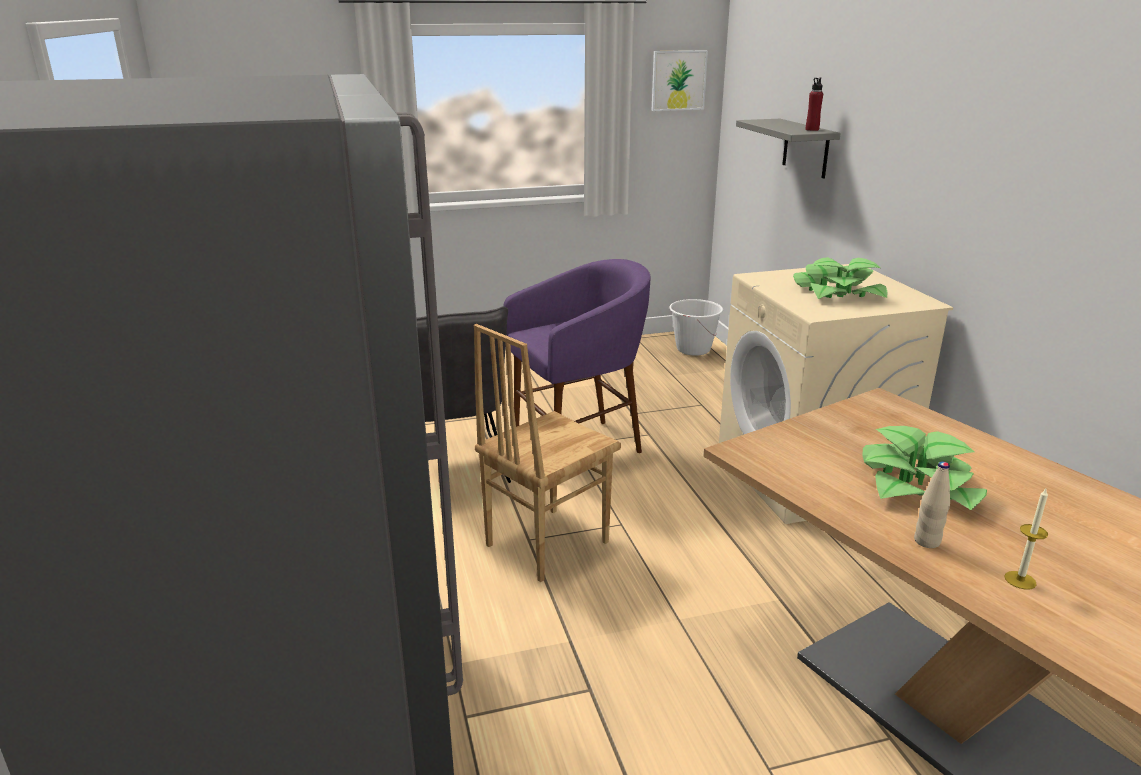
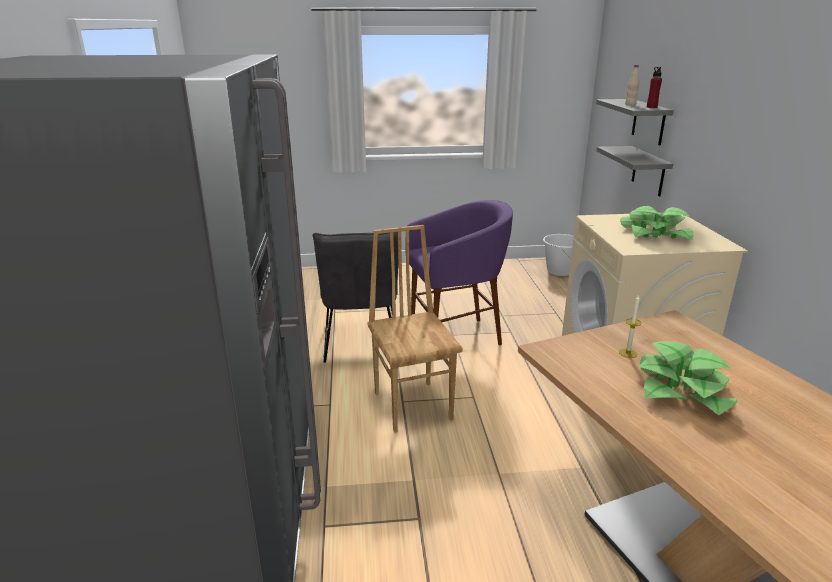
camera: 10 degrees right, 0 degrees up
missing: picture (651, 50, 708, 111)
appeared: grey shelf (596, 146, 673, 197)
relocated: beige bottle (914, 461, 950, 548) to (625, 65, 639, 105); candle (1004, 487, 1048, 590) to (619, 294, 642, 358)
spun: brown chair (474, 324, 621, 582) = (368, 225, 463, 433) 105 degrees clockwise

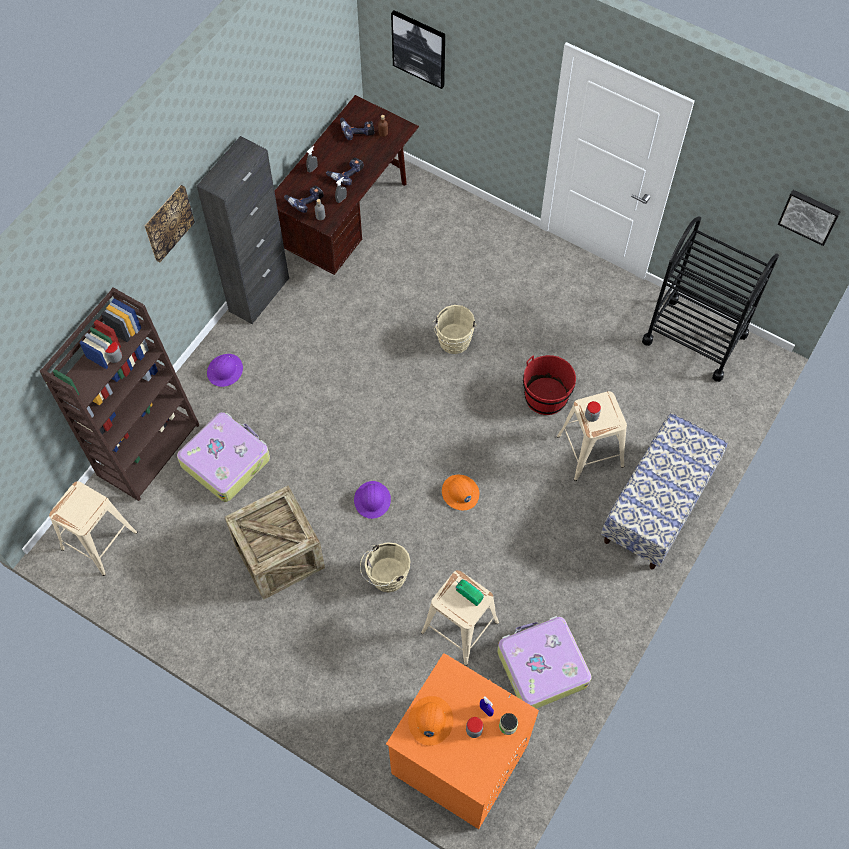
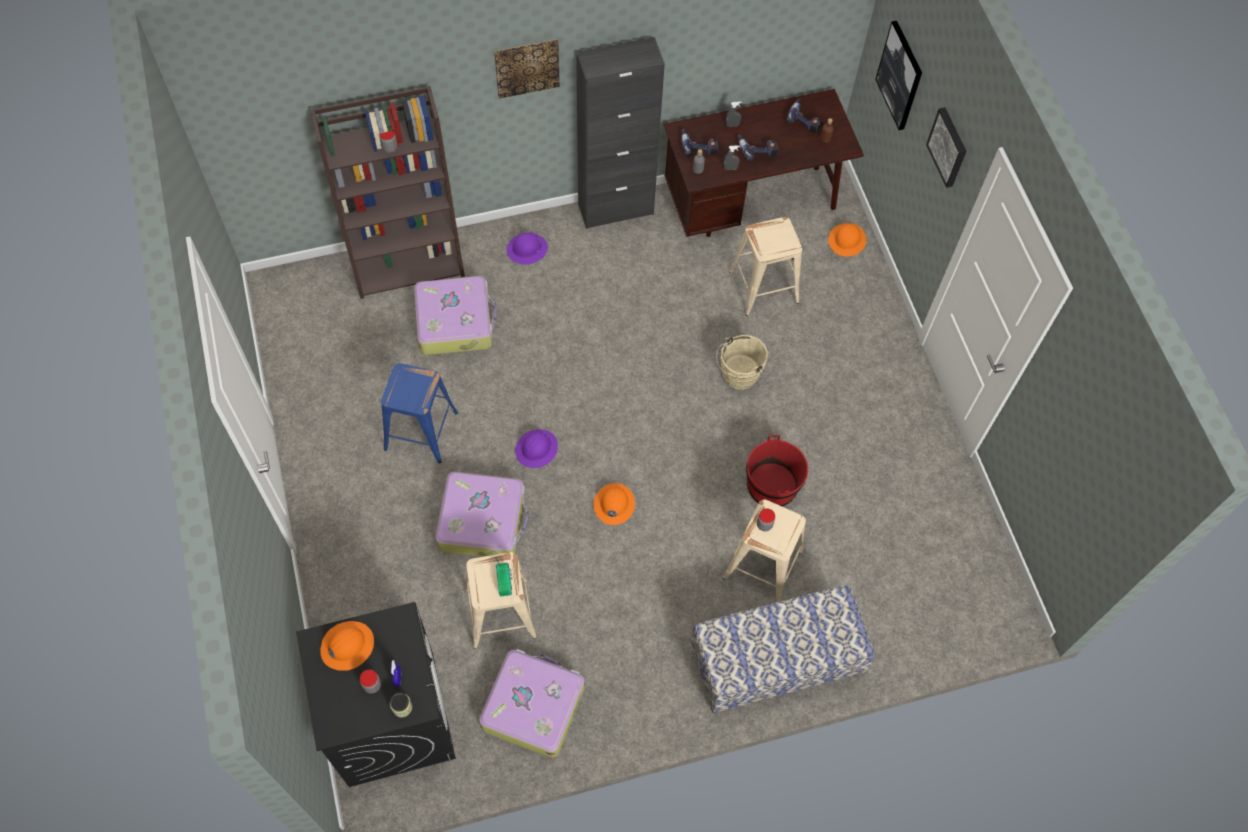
camera: 40 degrees right, 0 degrees up
missing: black cart (642, 216, 779, 382)
appeared: orange hard hat (828, 223, 866, 257)
relocated: beige stool (49, 481, 137, 576) to (729, 217, 802, 316); picture (778, 190, 840, 246) to (926, 107, 966, 188)
exchanged: crate (225, 486, 325, 600) to blue stool (381, 363, 458, 463); beige bucket (360, 542, 411, 593) to suitcase (436, 472, 530, 557)
colour: orange washing machine (386, 653, 539, 829) to black washing machine (296, 602, 456, 787)

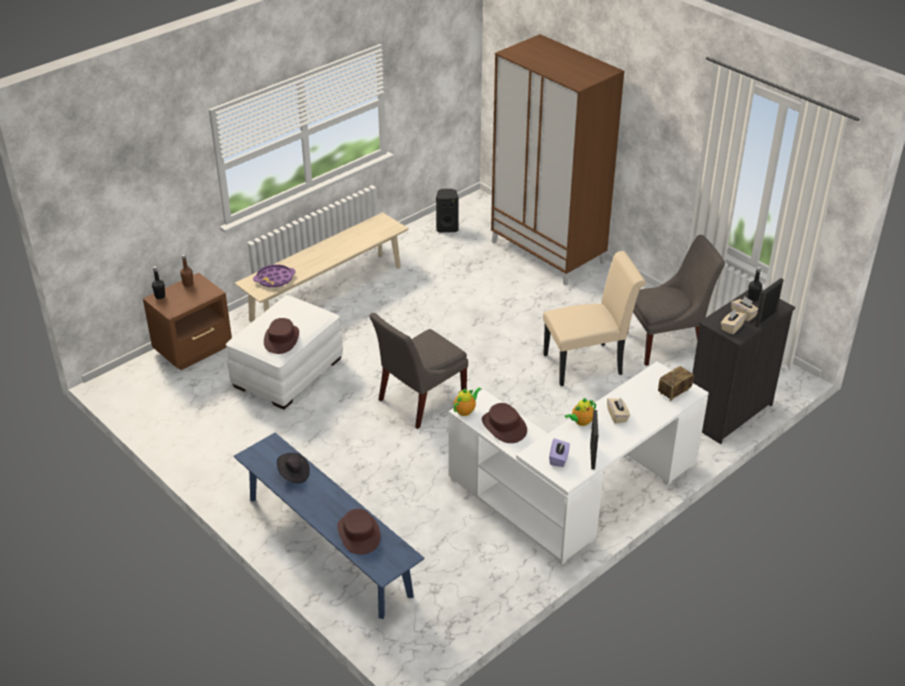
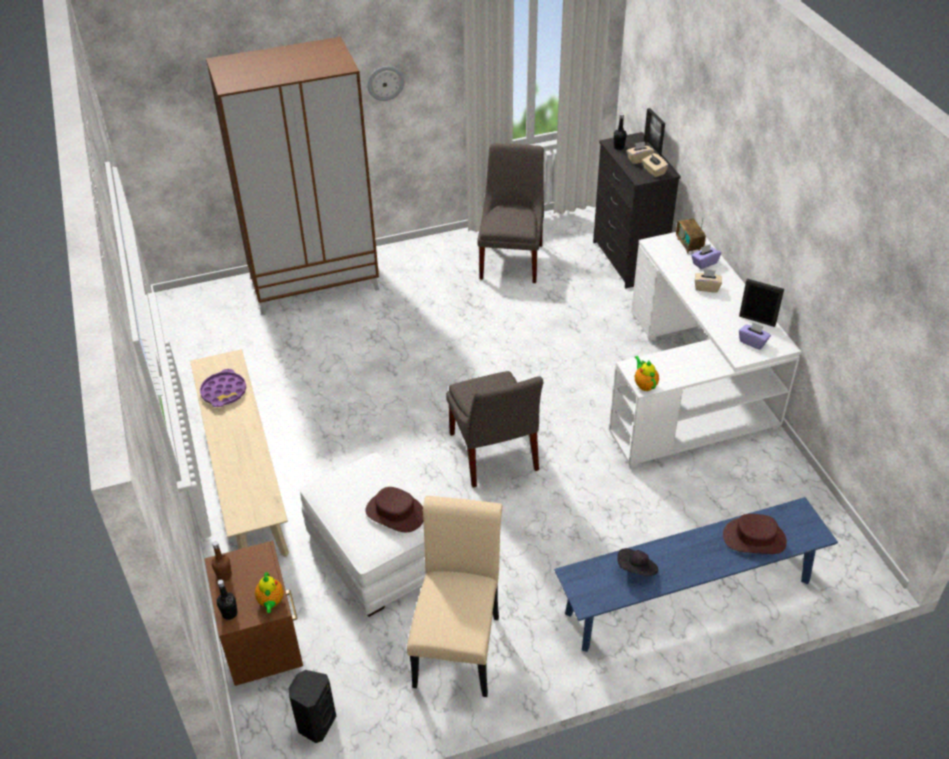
camera: 65 degrees left, 5 degrees up
missing: brown hat (482, 403, 527, 443)
appeared: wall clock (367, 66, 404, 101); purple tissue box (691, 244, 721, 269)
relocated: purple tray (253, 264, 296, 287) to (200, 369, 246, 407); black speaker (436, 189, 459, 232) to (288, 670, 336, 743); beige chair (543, 251, 646, 386) to (407, 496, 502, 697); teapot (565, 398, 596, 426) to (255, 571, 284, 613)

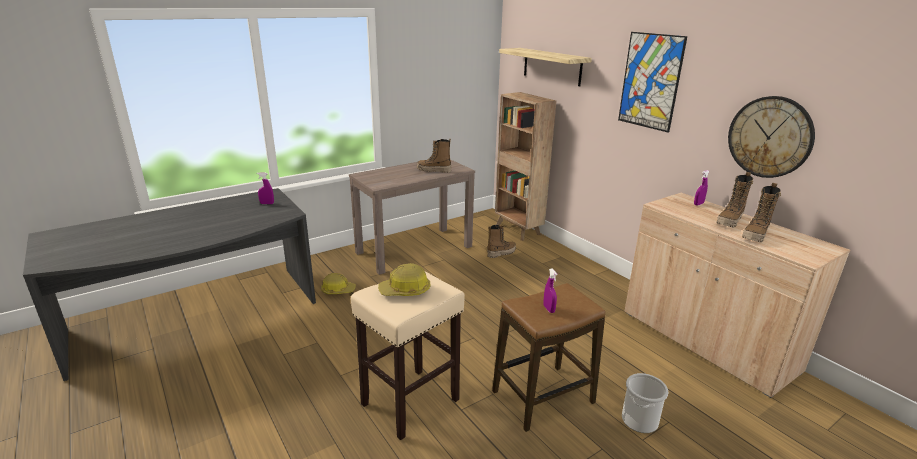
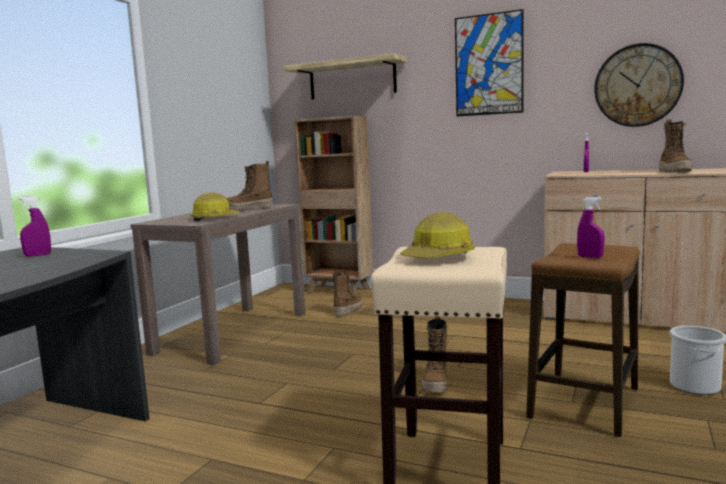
camera: 30 degrees left, 15 degrees down
relocated: hard hat (321, 273, 356, 294) to (190, 192, 241, 221); boot (717, 172, 753, 227) to (422, 317, 449, 392)

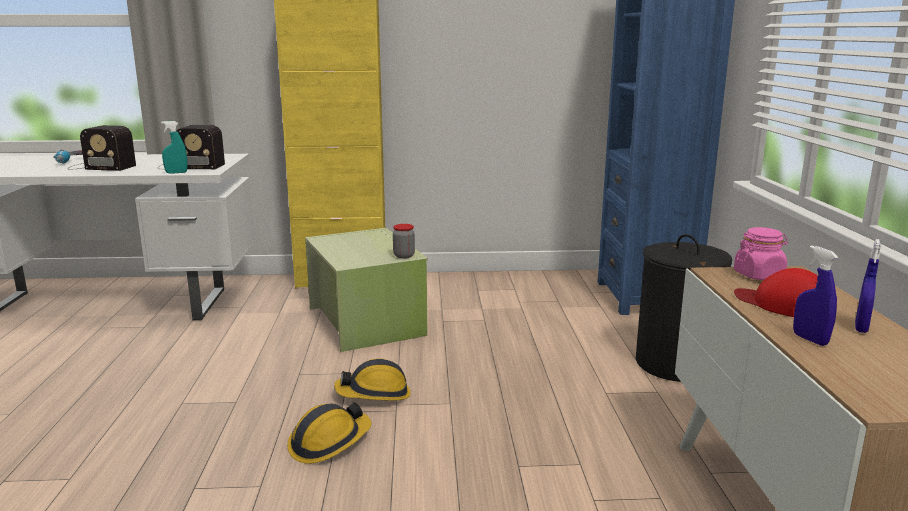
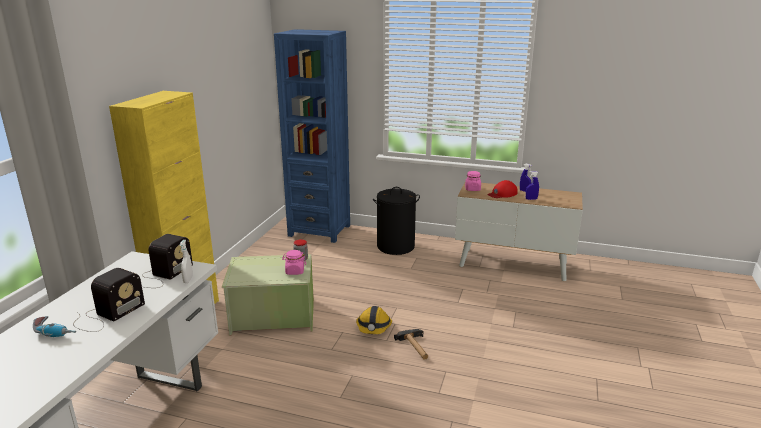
camera: 70 degrees left, 5 degrees up
appeared: pink jar (282, 250, 306, 275)
exchanged: hard hat (287, 402, 371, 464) to hammer (394, 329, 428, 360)
colour: turquoise spray bottle (161, 121, 188, 173) to white spray bottle (180, 240, 193, 283)

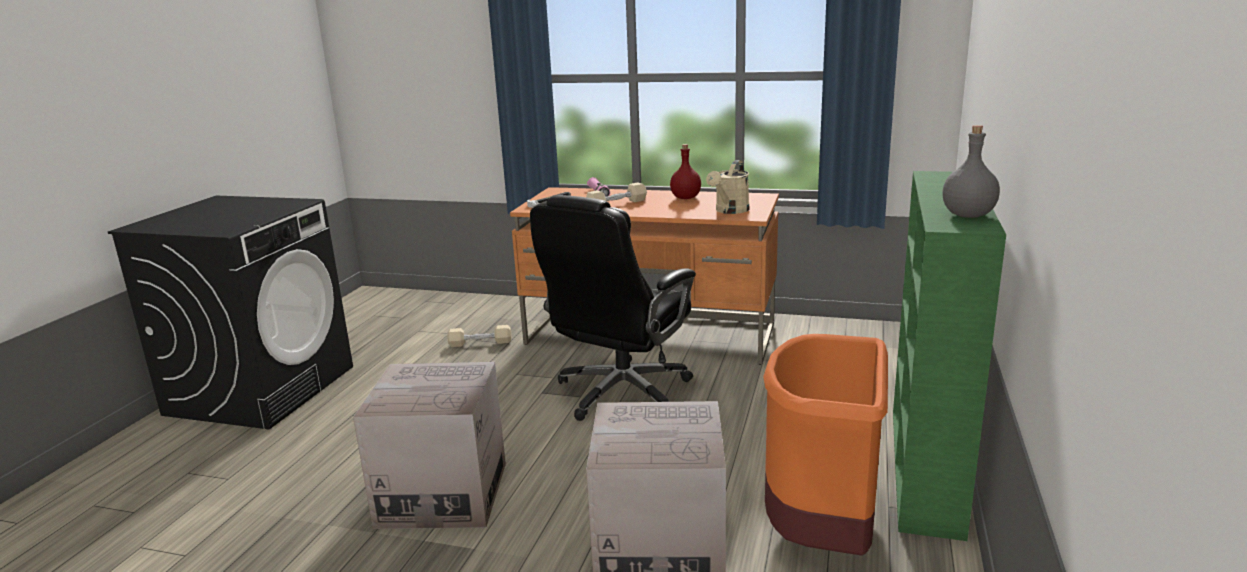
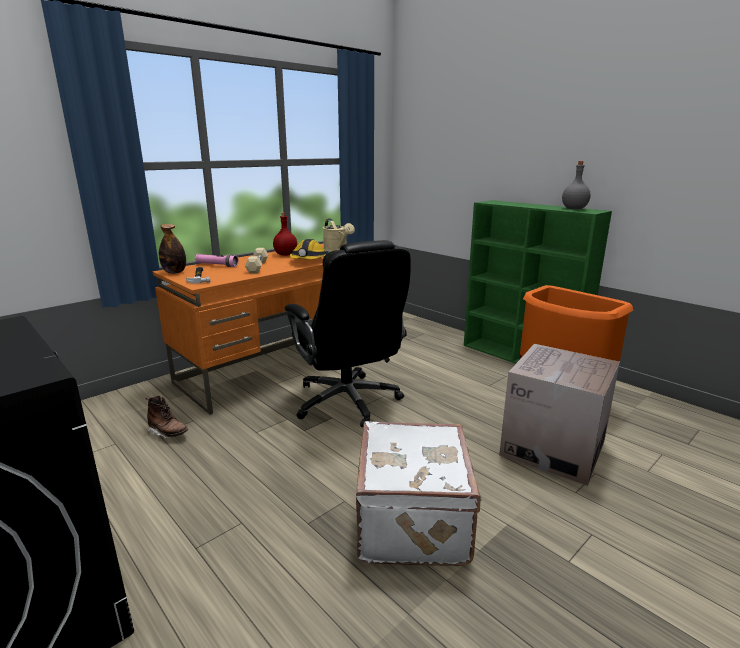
camera: 60 degrees left, 0 degrees up
appeared: bottle (159, 224, 186, 274); hard hat (290, 239, 326, 259)
exchanged: cardboard box (353, 362, 506, 529) to white suitcase (356, 421, 482, 566); beige dumbbell (447, 325, 512, 347) to brown boot (145, 396, 188, 438)

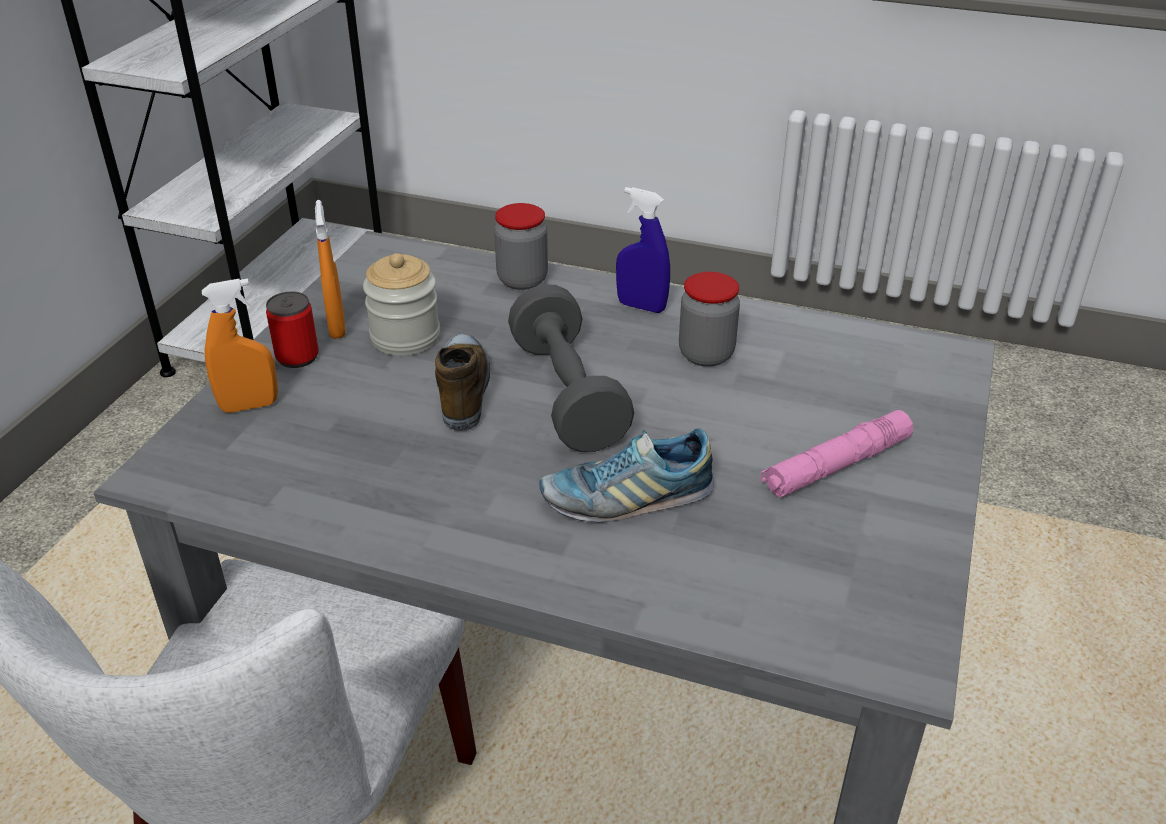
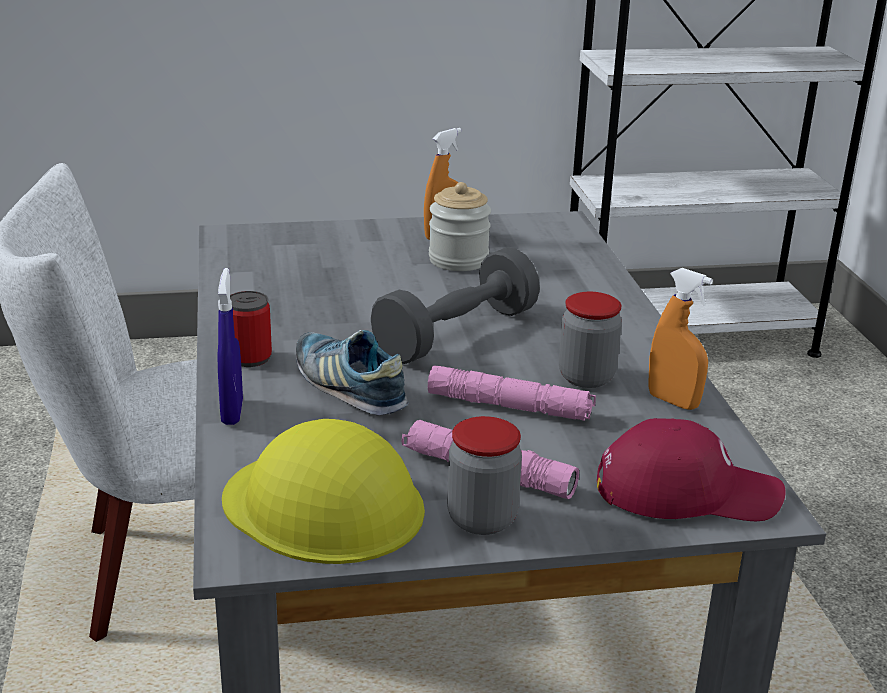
camera: 60 degrees right, 10 degrees down
missing: shoe (435, 334, 490, 431)
appeared: yellow hard hat (222, 419, 425, 564); pink flashlight (428, 365, 596, 421); red cap (597, 418, 785, 521)
relocated: orange spray bottle (202, 278, 278, 413) to (648, 268, 713, 410); can (266, 292, 319, 368) to (230, 291, 272, 367); jar (494, 203, 548, 290) to (447, 416, 522, 535); blue spray bottle (616, 187, 670, 313) to (217, 268, 243, 425)

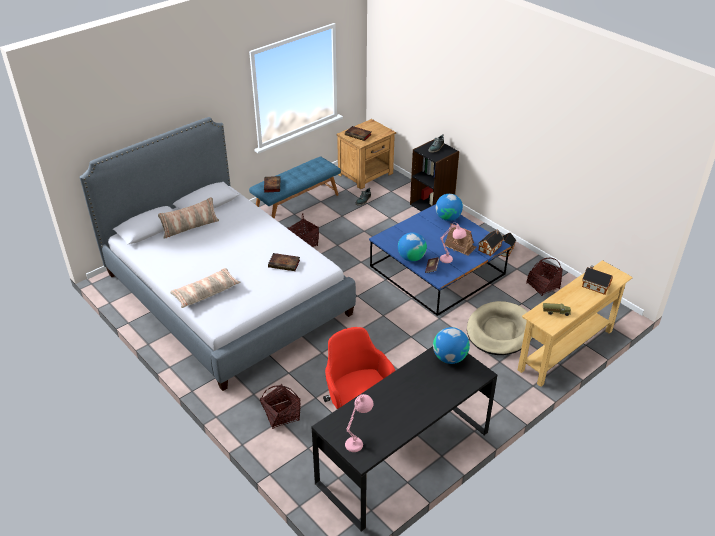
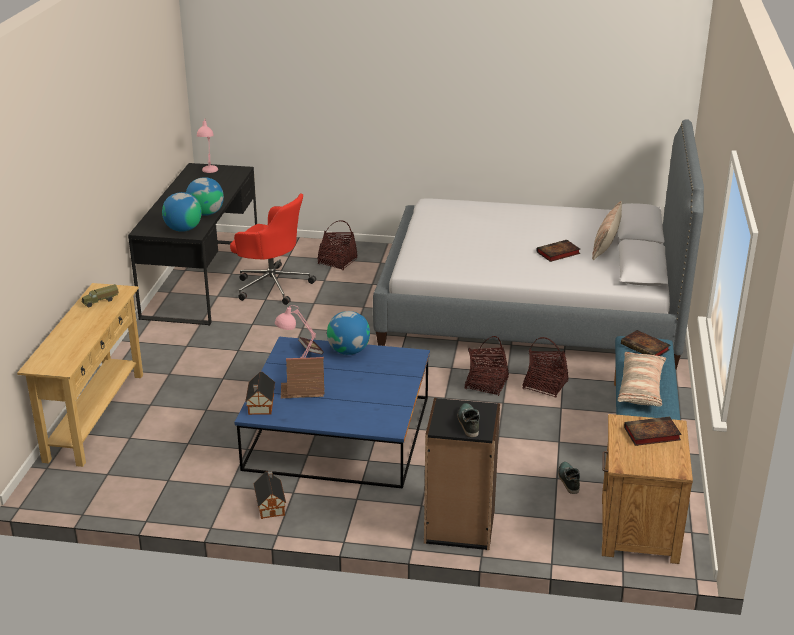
camera: 140 degrees right, 10 degrees down
missing: beige dog bed (467, 301, 533, 355); toy house (582, 265, 613, 295)
relocated: pillow (170, 268, 240, 308) to (618, 352, 666, 406); book (268, 253, 300, 271) to (536, 240, 580, 262); globe (436, 194, 463, 221) to (186, 177, 224, 216); basket (526, 258, 563, 296) to (465, 336, 509, 396)

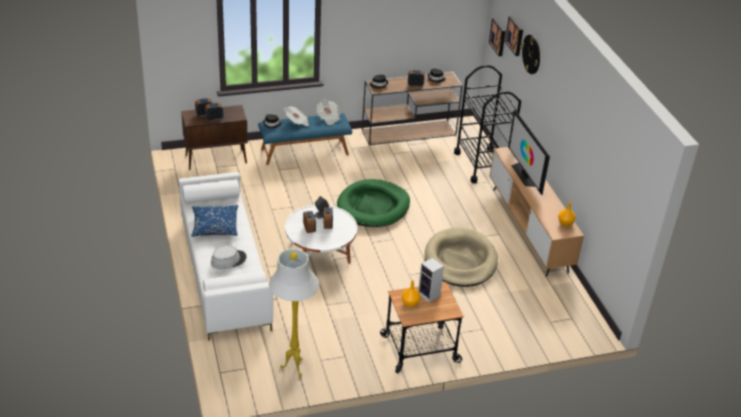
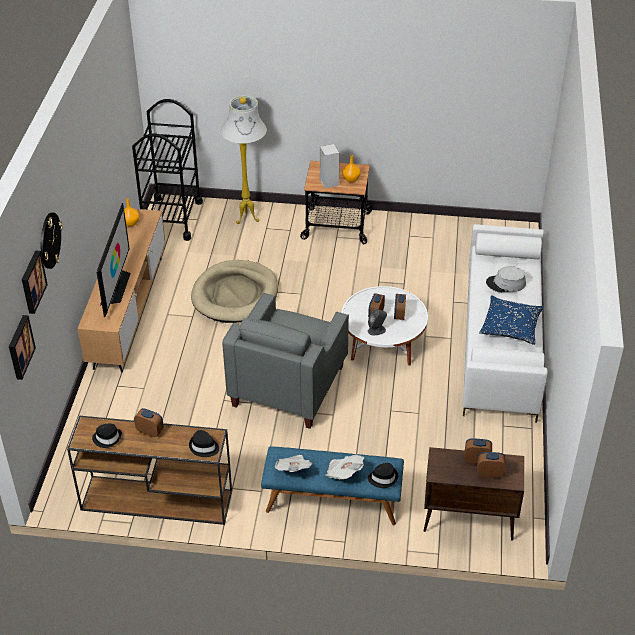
camera: 155 degrees left, 5 degrees up
relocated: white floor lamp (269, 248, 319, 377) to (220, 95, 267, 224); black cart (454, 65, 521, 183) to (132, 99, 203, 241)
exchanged: green dog bed (337, 179, 410, 227) to grey armchair (222, 292, 349, 429)

